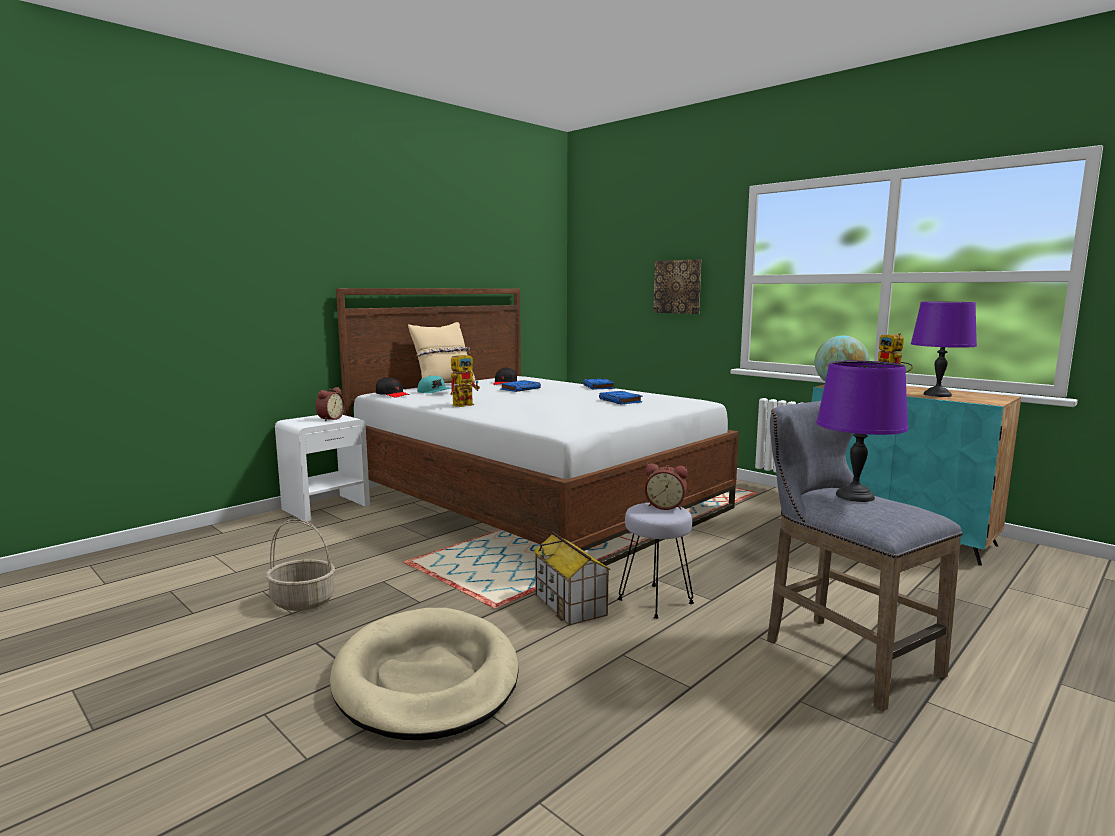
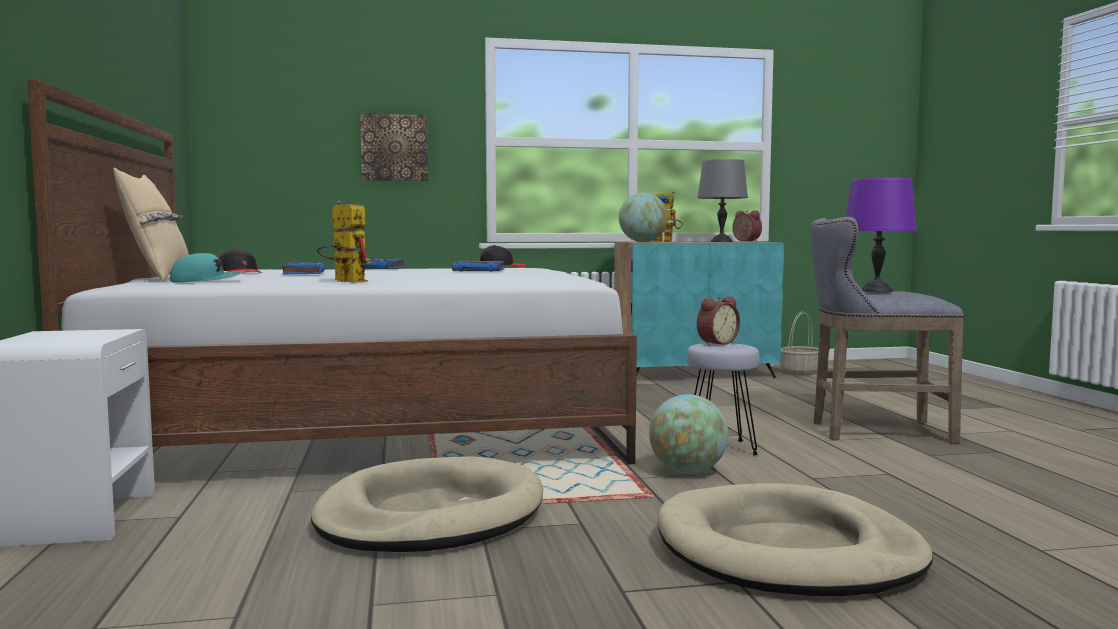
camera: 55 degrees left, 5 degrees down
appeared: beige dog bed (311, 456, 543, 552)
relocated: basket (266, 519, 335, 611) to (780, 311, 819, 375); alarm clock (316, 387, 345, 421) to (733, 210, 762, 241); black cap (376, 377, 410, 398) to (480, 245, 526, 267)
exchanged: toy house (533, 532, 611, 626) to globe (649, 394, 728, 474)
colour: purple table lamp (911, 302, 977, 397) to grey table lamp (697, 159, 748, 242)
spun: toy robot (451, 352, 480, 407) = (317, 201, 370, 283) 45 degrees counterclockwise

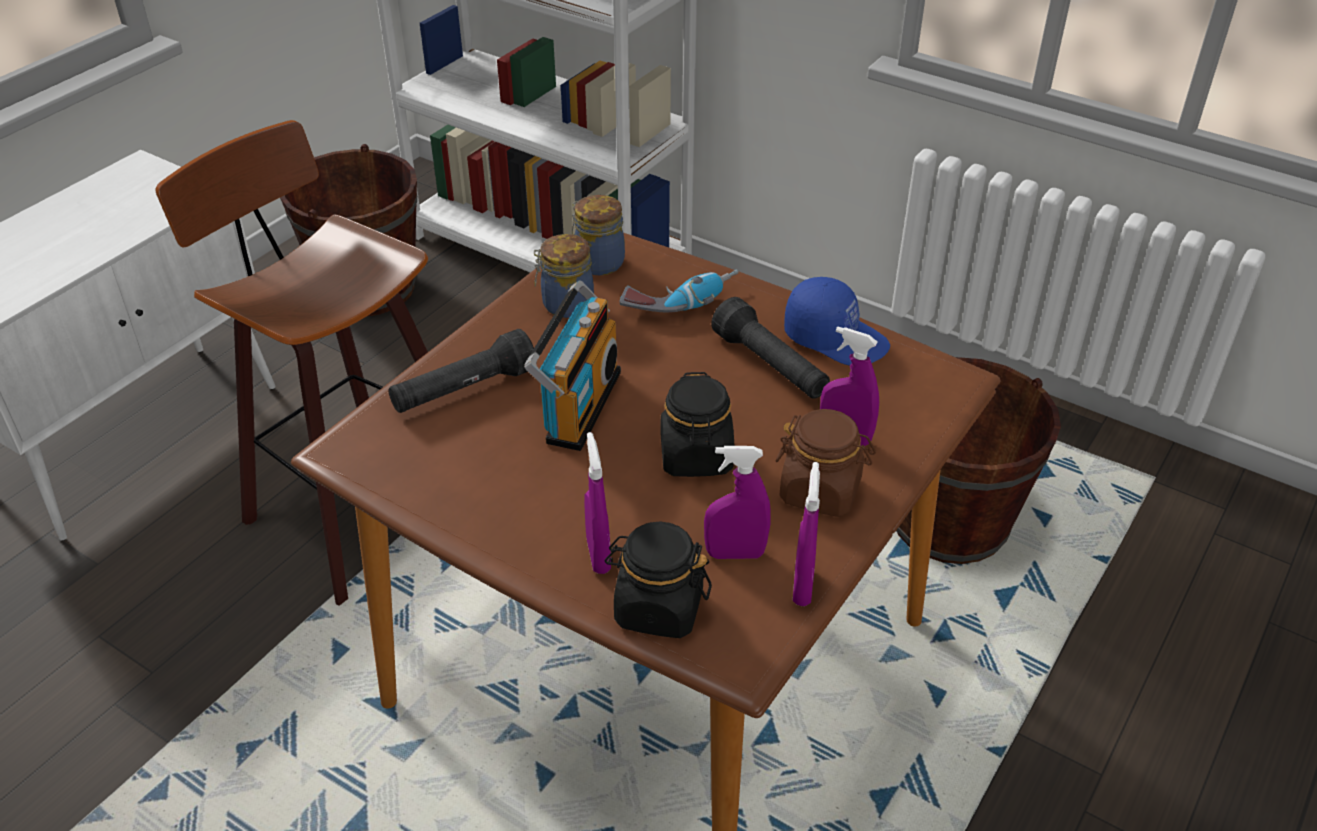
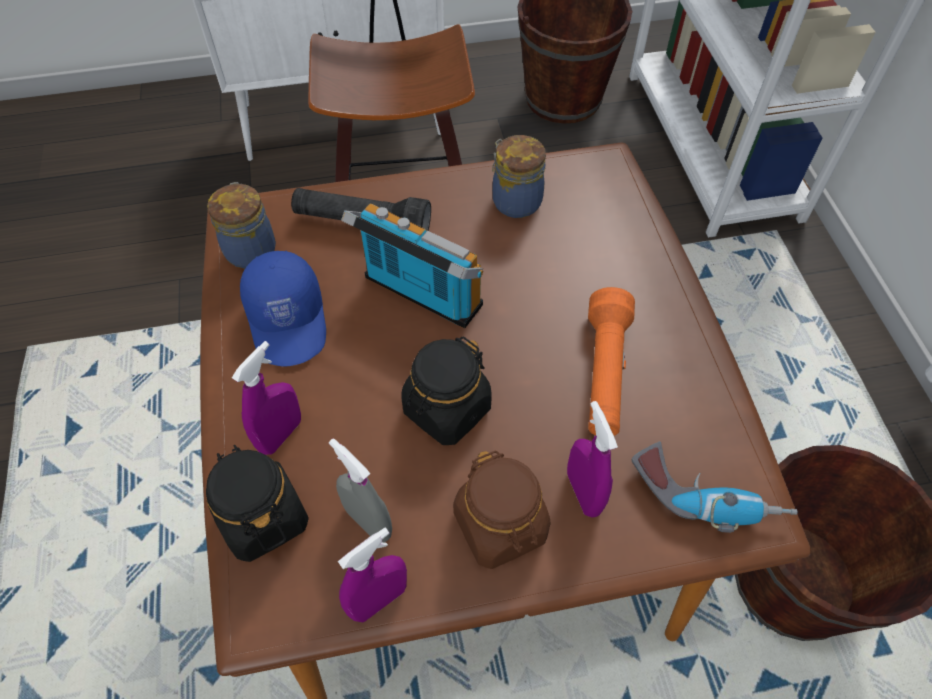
camera: 45 degrees right, 15 degrees up
relocated: jar (572, 195, 625, 275) to (207, 182, 276, 269); power drill (620, 269, 739, 313) to (632, 442, 798, 533); blue cap (784, 277, 890, 366) to (240, 251, 326, 367)
colour: purple spray bottle (704, 446, 771, 559) to grey spray bottle (329, 438, 392, 542); black flashlight (711, 297, 830, 399) to orange flashlight (588, 287, 635, 436)
spun: radio (524, 280, 621, 451) = (341, 204, 483, 328) 120 degrees counterclockwise

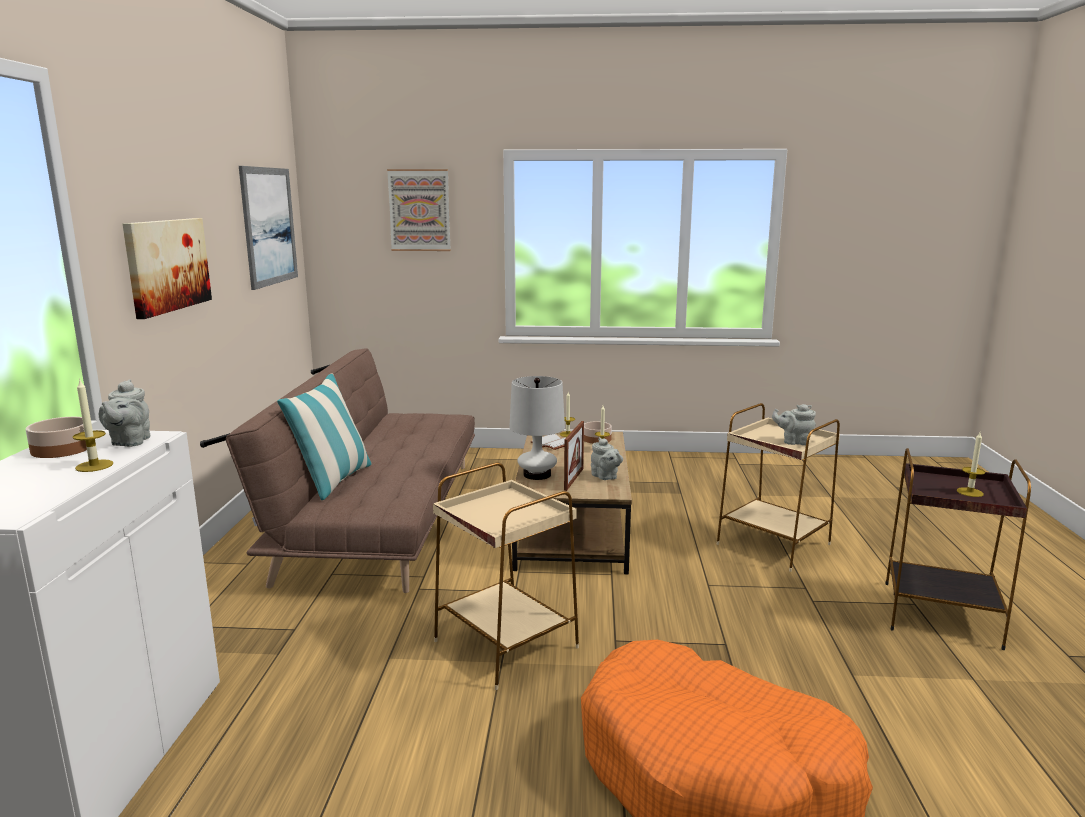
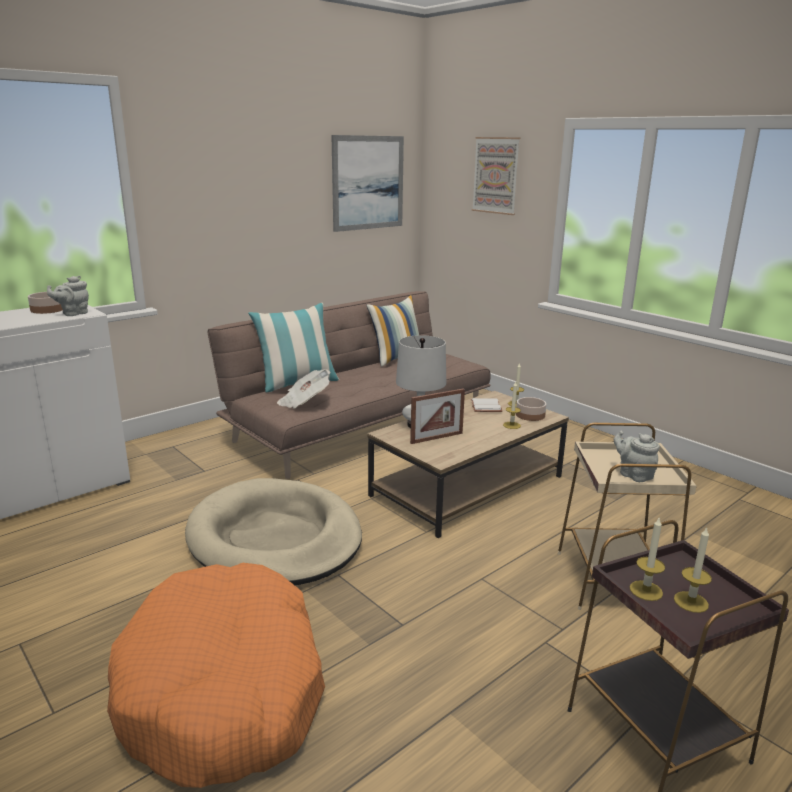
camera: 45 degrees right, 5 degrees up
missing: picture (122, 218, 212, 319); grey teapot (591, 437, 623, 480)
appeared: newspaper (277, 369, 331, 409); pillow (366, 295, 419, 367)
relocated: candle (73, 378, 113, 472) to (630, 518, 665, 601)
exchanged: beige side table (433, 462, 579, 690) to beige dog bed (185, 478, 362, 585)

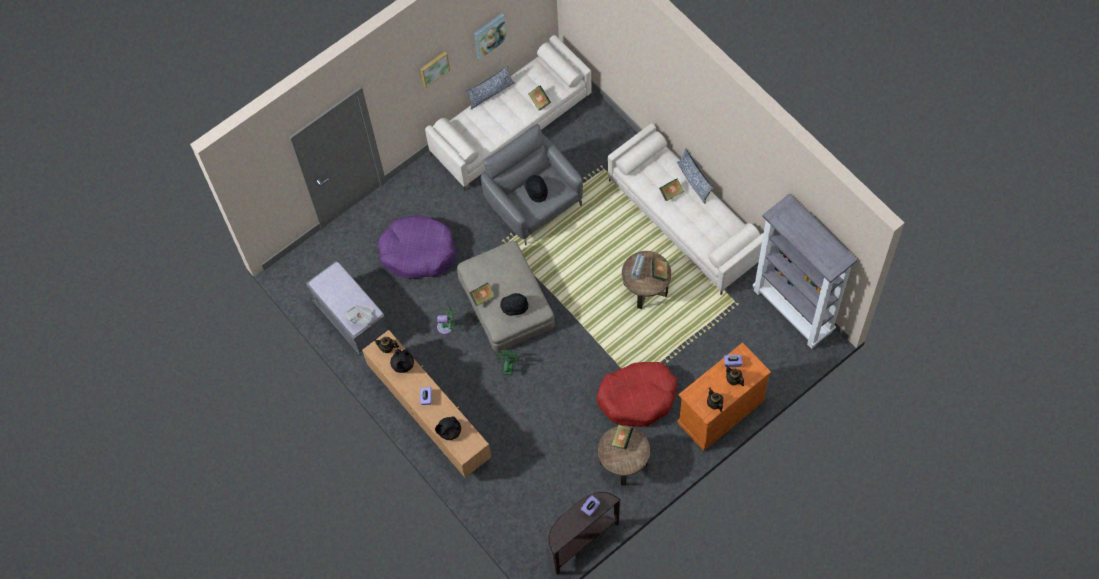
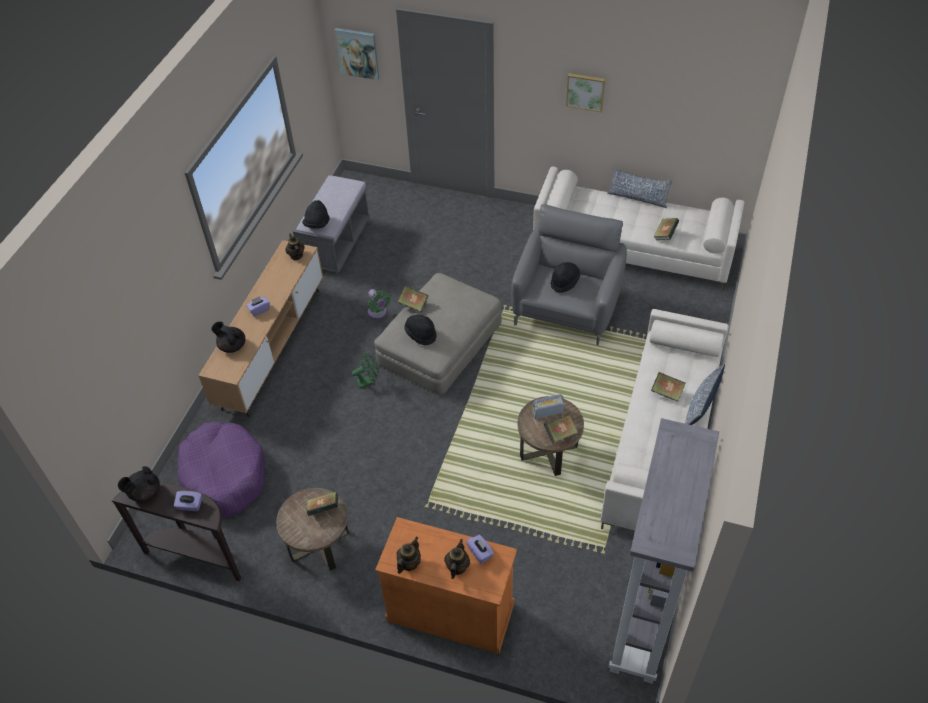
camera: 55 degrees right, 15 degrees down
missing: red dog bed (597, 362, 677, 427)
relocated: purple dog bed (377, 215, 457, 279) to (178, 422, 265, 518); black teapot (390, 349, 414, 373) to (118, 466, 160, 502); picture (474, 13, 507, 60) to (335, 28, 379, 80)
exchanged: newspaper (345, 305, 374, 325) to black hat (302, 200, 330, 229)

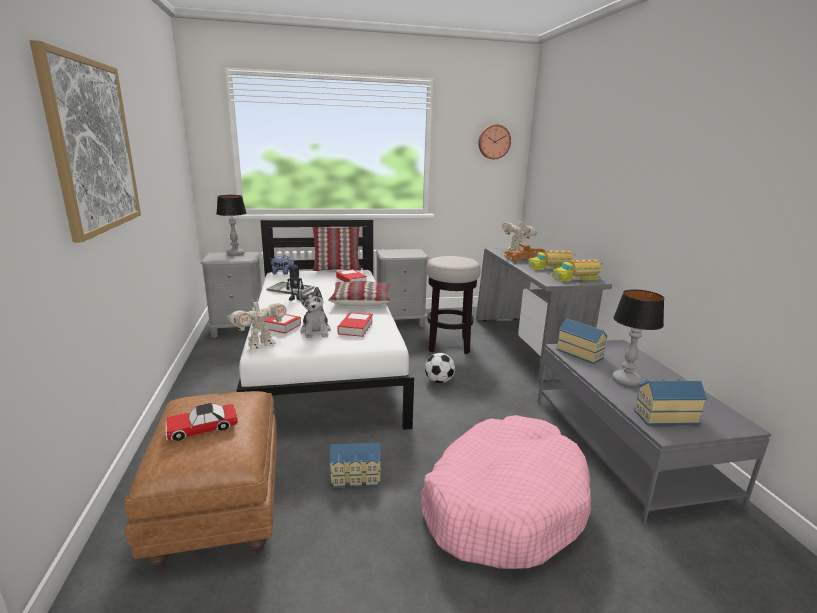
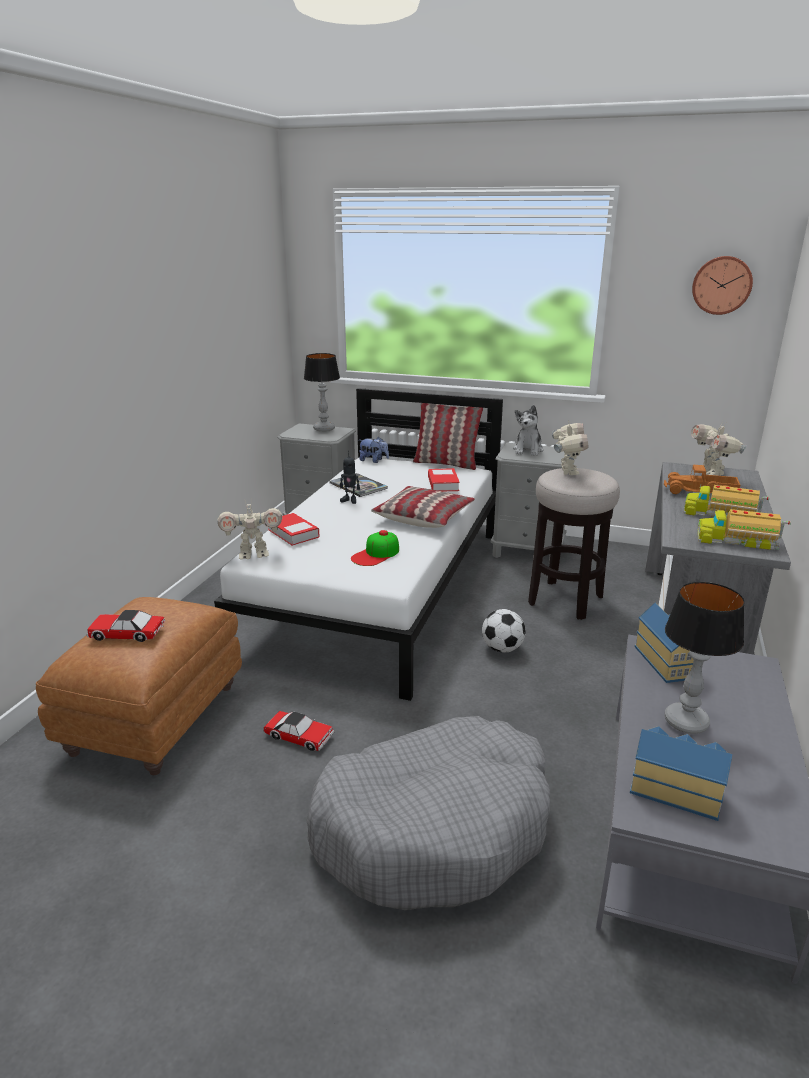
camera: 30 degrees right, 5 degrees up
missing: picture (30, 40, 141, 242)
appeared: toy robot (552, 421, 588, 475)
relocated: plush toy (298, 287, 331, 338) to (513, 405, 543, 456)
exchanged: toy house (330, 443, 381, 488) to toy car (264, 711, 334, 751); book (337, 312, 373, 337) to cap (351, 530, 399, 566)
colour: pink dog bed (421, 415, 591, 569) to grey dog bed (306, 716, 550, 910)

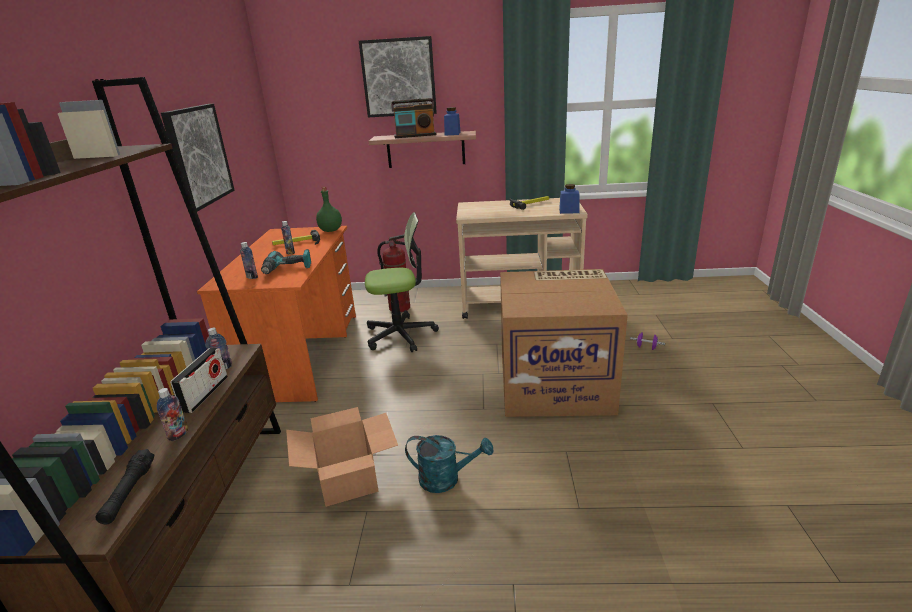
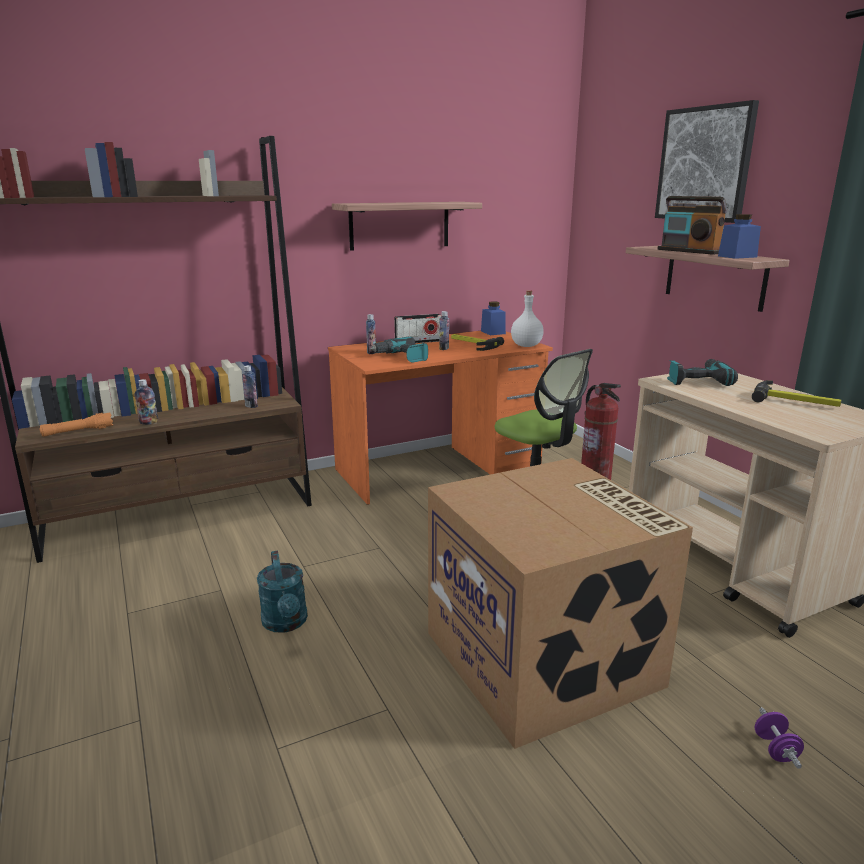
camera: 60 degrees right, 5 degrees down
missing: cardboard box (286, 407, 398, 507)
appeared: power drill (667, 359, 738, 386)
relocated: radio (170, 348, 228, 413) to (394, 314, 441, 343); blue jar (559, 184, 579, 214) to (481, 302, 506, 335)
exchanged: picture (161, 104, 235, 212) to shelf (332, 202, 482, 251)
colour: black flashlight (95, 449, 154, 524) to orange flashlight (40, 413, 113, 437); green bottle (316, 187, 342, 232) to white bottle (511, 290, 544, 347)

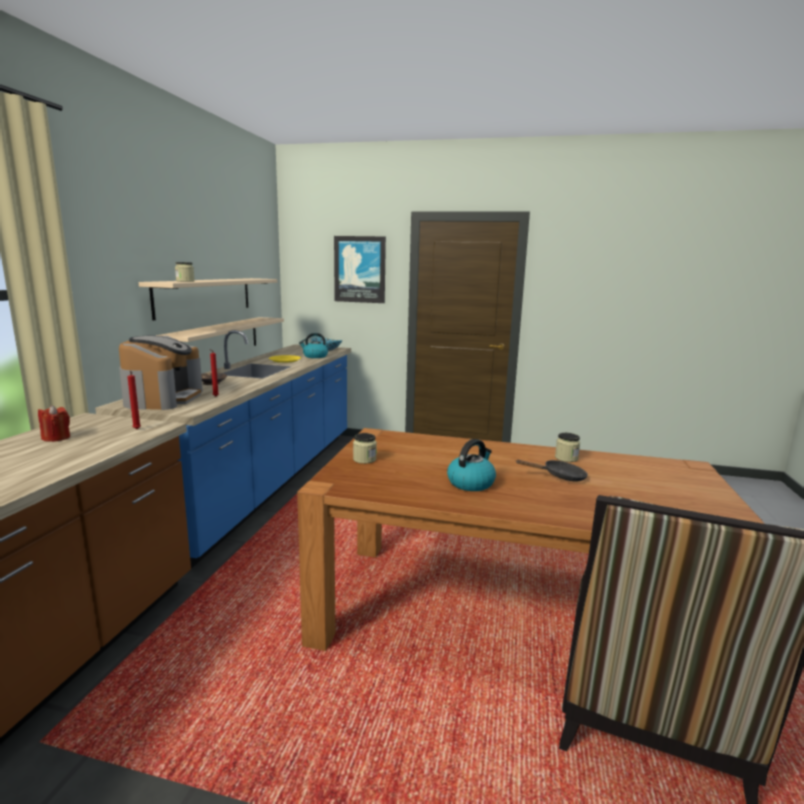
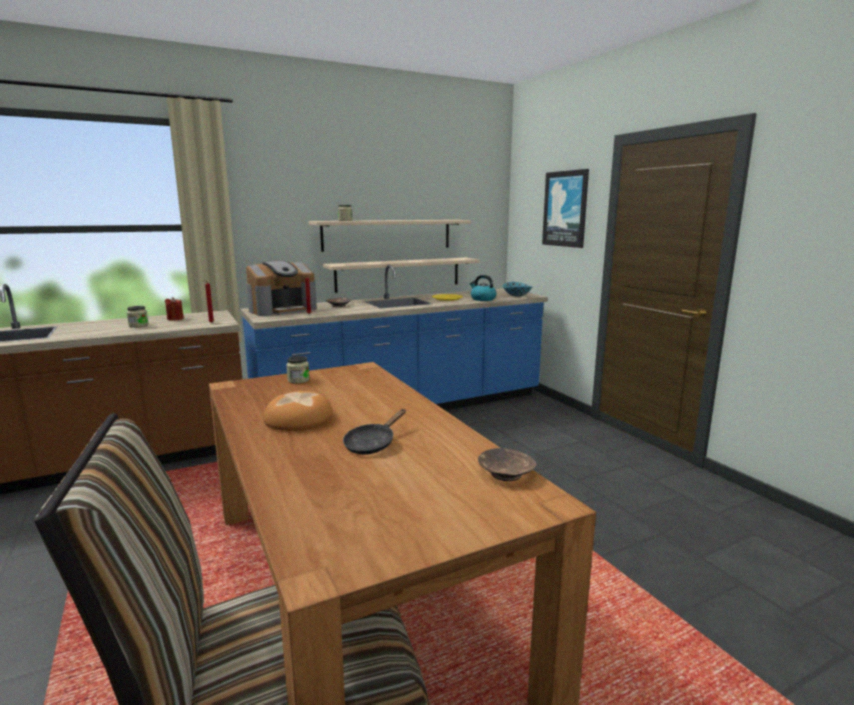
camera: 50 degrees right, 0 degrees up
appeared: brown bowl (478, 448, 536, 481)
relocated: jar (555, 433, 580, 462) to (127, 306, 149, 328)
exchanged: kettle (447, 439, 496, 491) to bread (263, 391, 333, 431)
spun: black frying pan (515, 459, 588, 482) = (343, 409, 406, 455) 75 degrees clockwise

